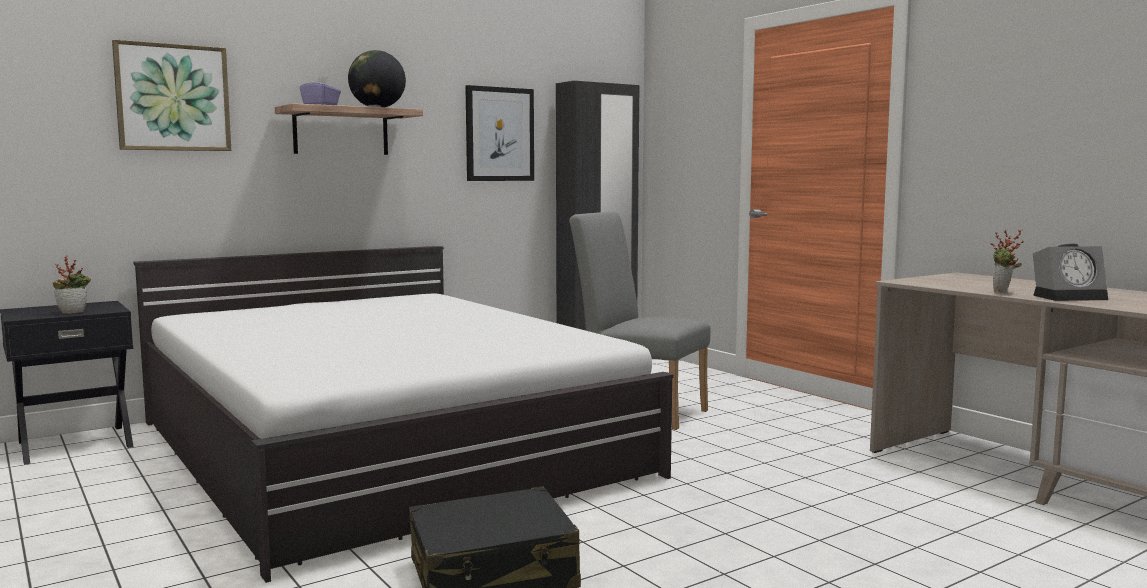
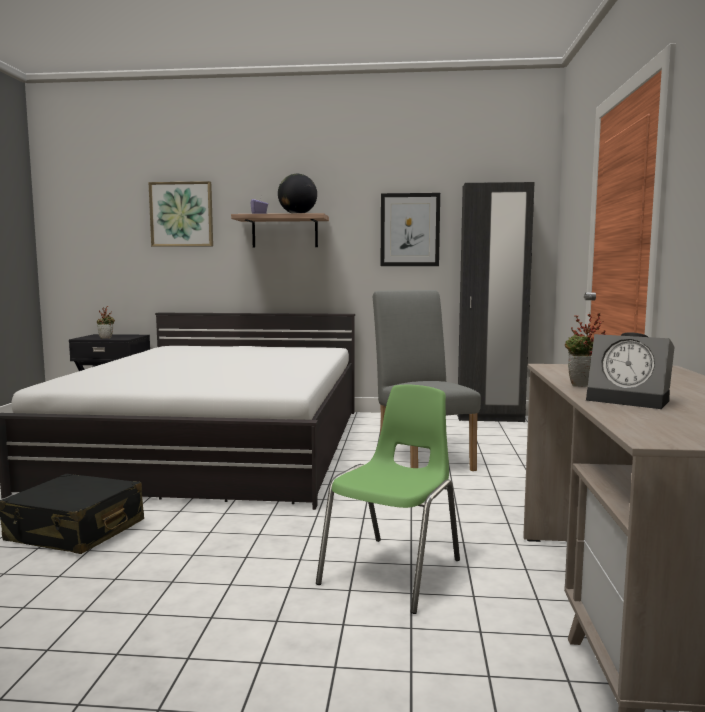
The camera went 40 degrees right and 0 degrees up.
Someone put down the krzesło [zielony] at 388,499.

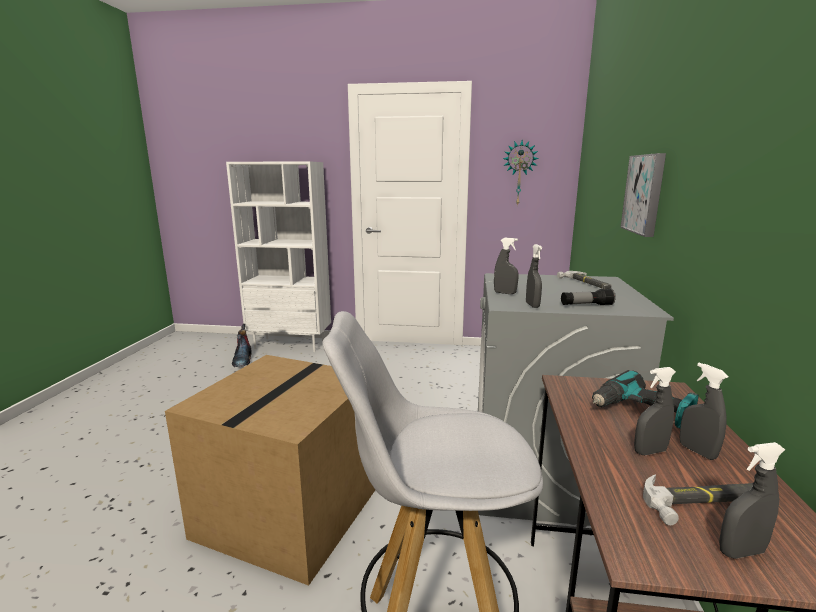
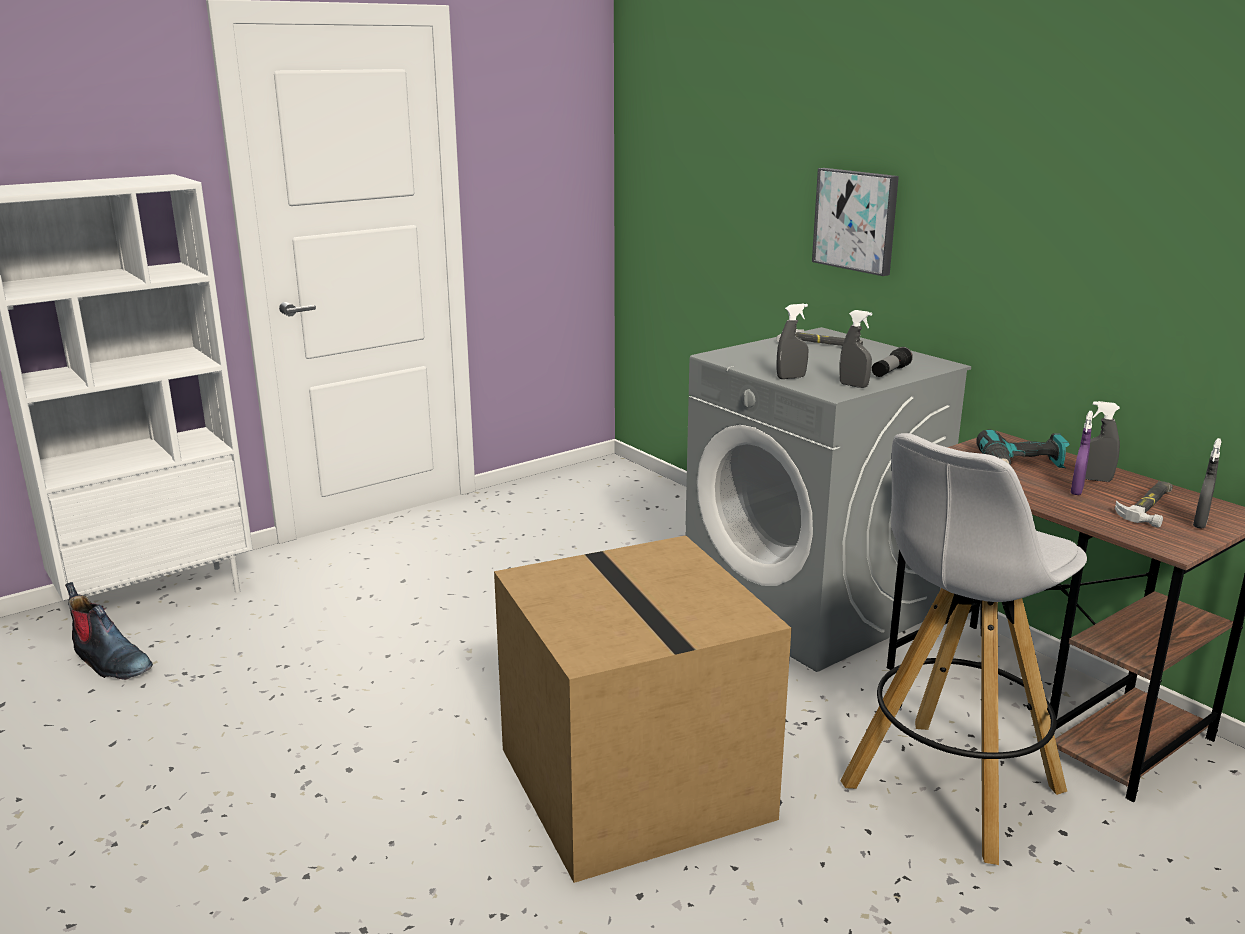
The camera went 45 degrees left and 5 degrees up.
Someone took away the zegar ścienny at 521,173.
Someone repainted the spryskiwacz [szary] at 655,411, which became the spryskiwacz [fioletowy] at 1081,453.

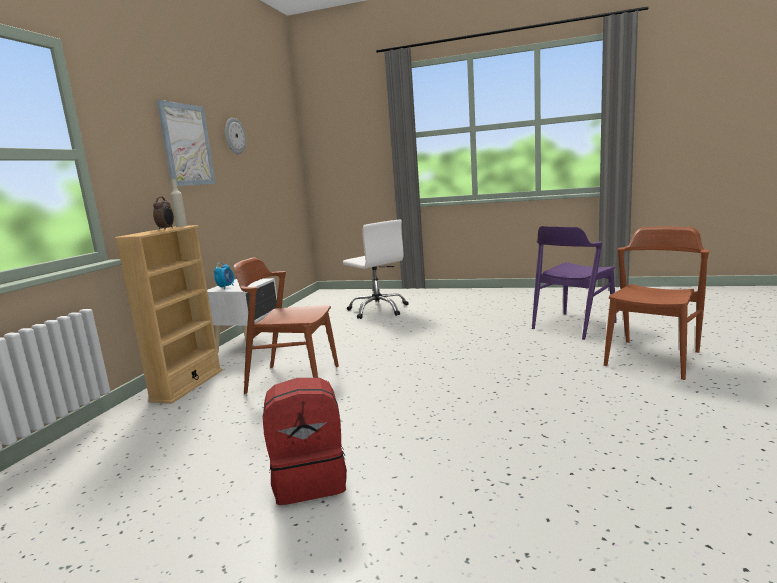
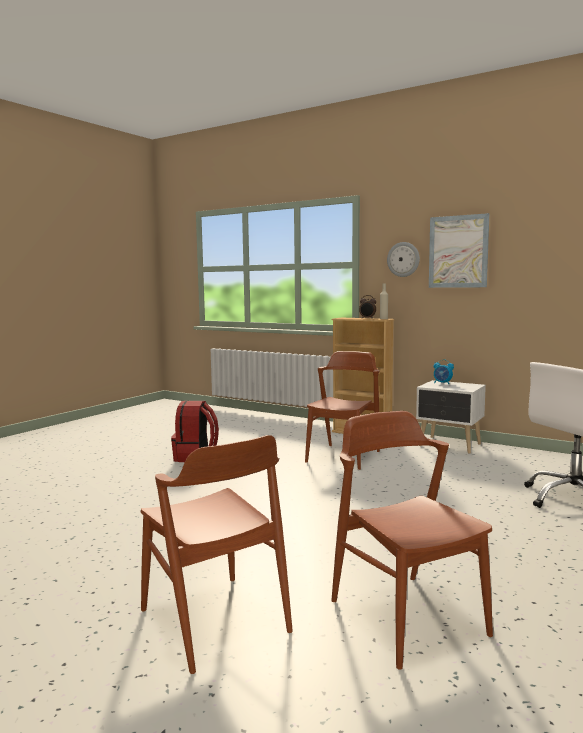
The camera went 105 degrees right and 5 degrees down.
Someone carried the zegar ścienny from 235,136 to 403,259.
Someone repainted the krzesło [fioletowy] at 574,283, which became the krzesło [brązowy] at 412,540.

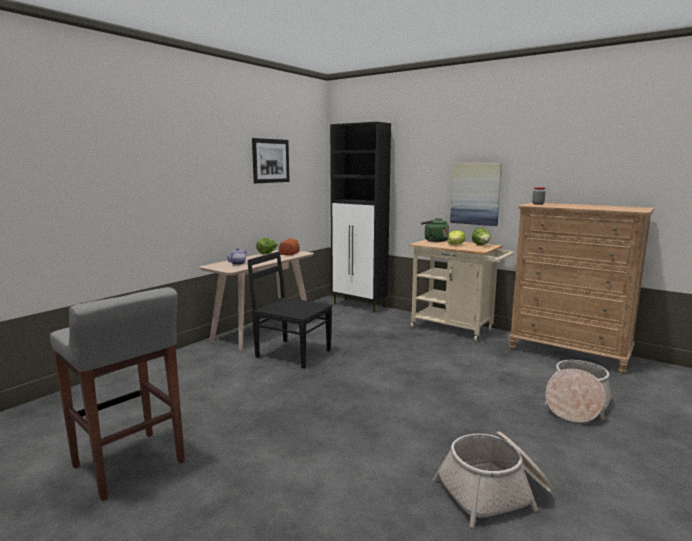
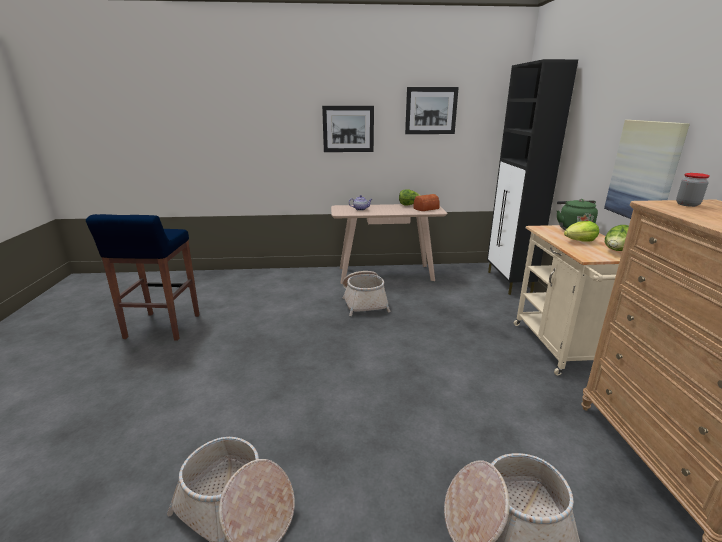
The camera went 50 degrees right and 10 degrees up.
Someone put up the obraz at 348,129.
Someone swapped the krzesło [czarny] at 289,310 for the koszyk at 366,293.
Someone repainted the stołek [szary] at 117,394, which became the stołek [niebieski] at 143,277.

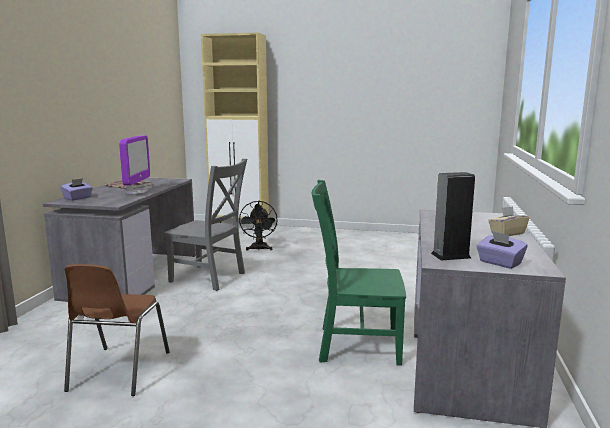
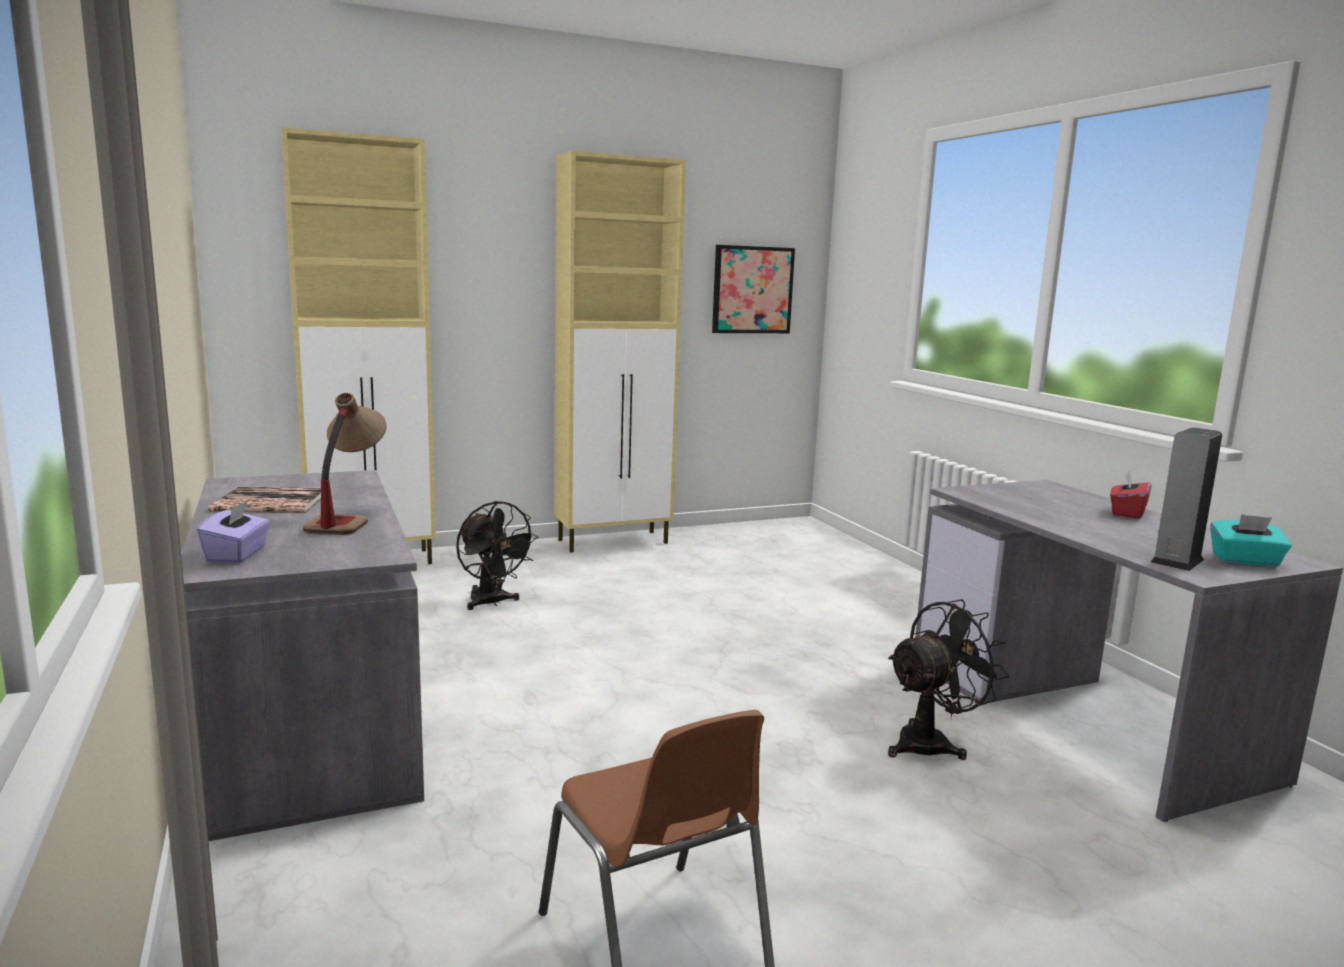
The camera went 35 degrees left and 0 degrees up.
Someone took away the krzesło [szary] at 205,225.
Someone put down the szafka [beżowy] at 620,351.
Someone put up the obraz at 753,289.
Someone swapped the monitor at 134,164 for the lampa stołowa at 345,464.
Someone swapped the krzesło [zielony] at 359,273 for the wentylator [czarny] at 948,679.
Someone repainted the pudełko chusteczek [fioletowy] at 501,250, which became the pudełko chusteczek [turkusowy] at 1251,540.
Someone repainted the pudełko chusteczek [beżowy] at 508,221, which became the pudełko chusteczek [czerwony] at 1131,495.

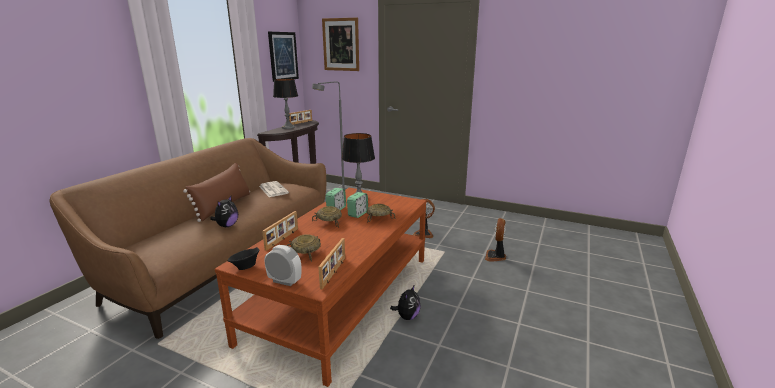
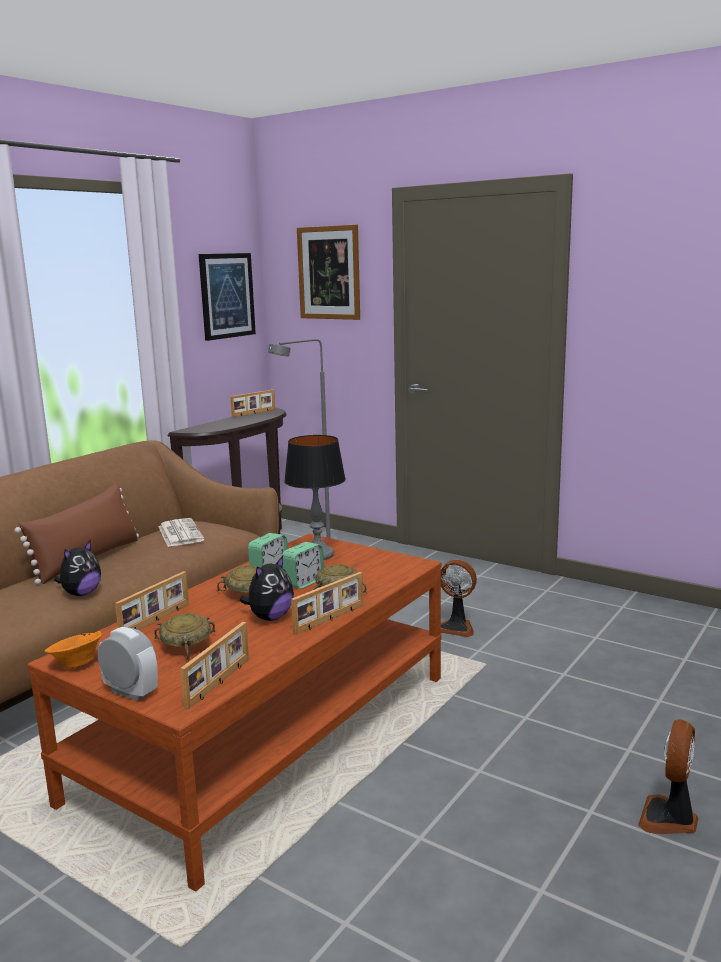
The camera went 10 degrees right and 5 degrees down.
Someone took away the lampa stołowa at 285,104.
Someone put down the ramka na zdjęcie at 327,603.
Someone carried the pluszak from 405,303 to 267,588.
Someone carried the wentylator from 495,240 to 668,776.
Someone repainted the miska [czarny] at 243,258, which became the miska [pomarańczowy] at 73,649.

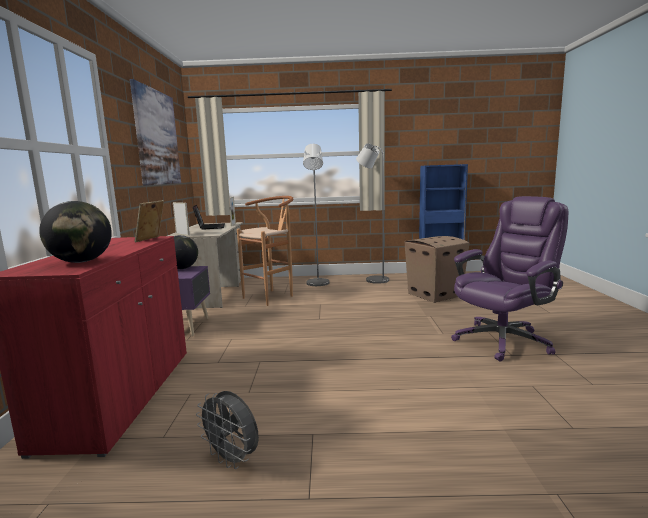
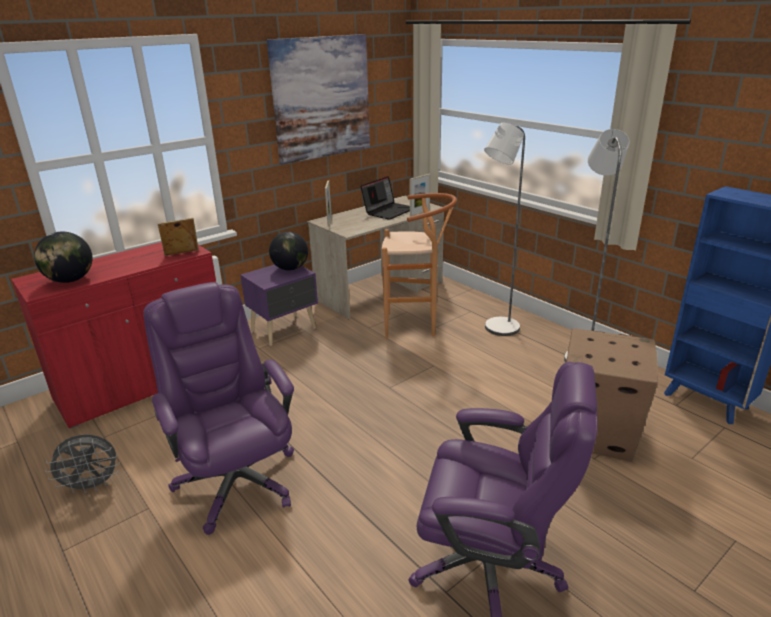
The camera went 50 degrees right and 15 degrees up.
Someone put down the krzesło biurowe [fioletowy] at 218,408.
Someone rotated the wentylator [szary] at 227,430 by 105 degrees counterclockwise.

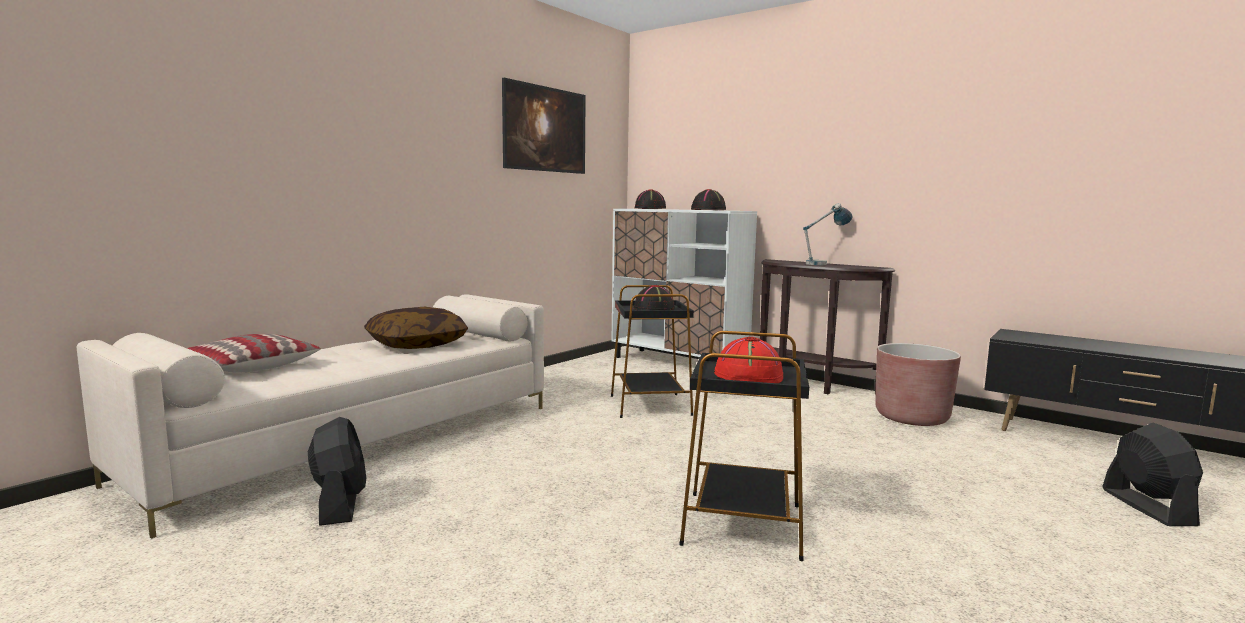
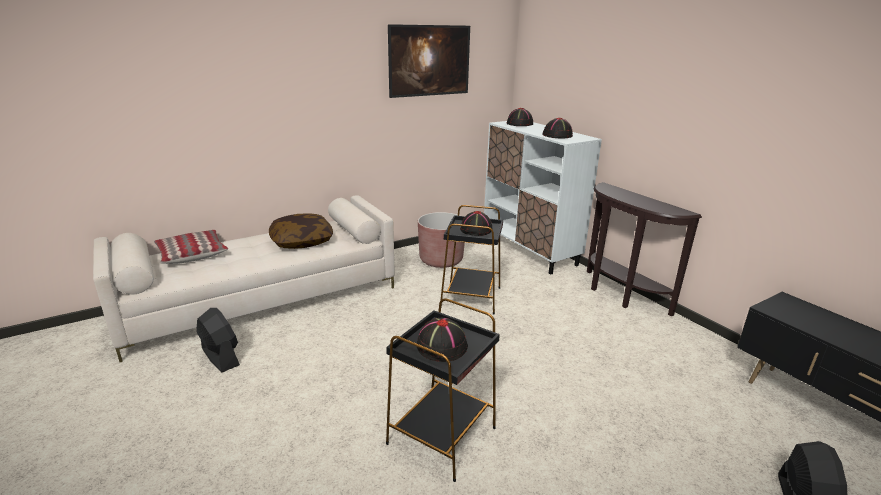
The camera went 20 degrees right and 15 degrees up.
Someone took away the lampa stołowa at 828,234.
Someone carried the donica [brązowy] from 918,384 to 441,240.
Someone repainted the kapelusz [czerwony] at 748,360, which became the kapelusz [czarny] at 442,339.
Someone rotated the wentylator [czarny] at 337,471 by 45 degrees counterclockwise.

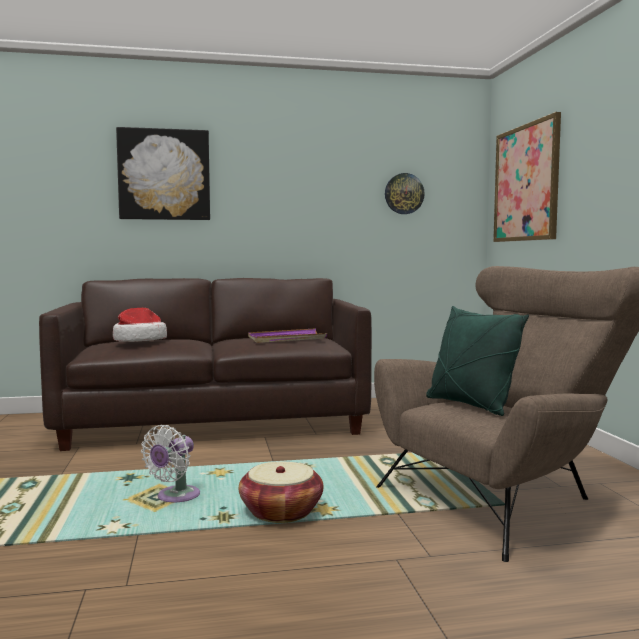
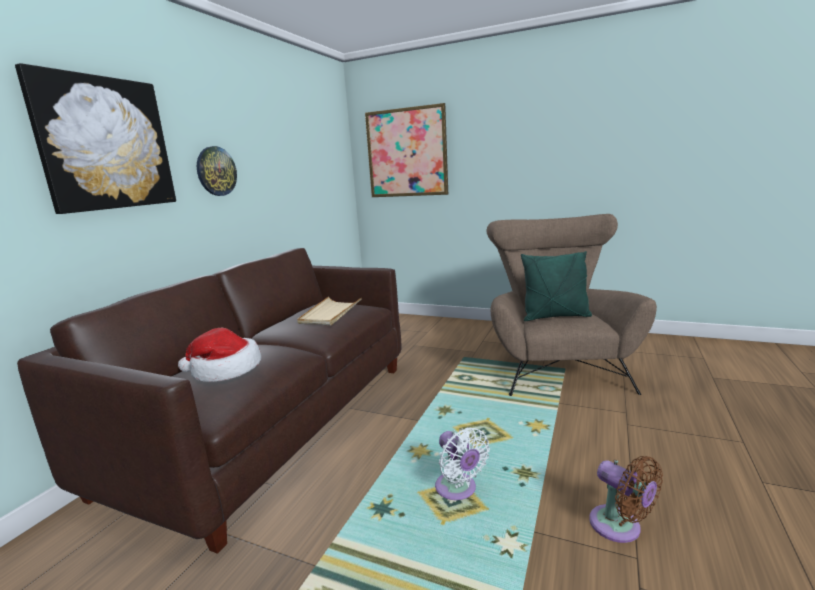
The camera went 55 degrees left and 10 degrees up.
Someone took away the koszyk at 281,492.
Someone put down the wentylator [brązowy] at 626,499.
Someone carried the zegar ścienny from 405,193 to 217,171.
Someone repainted the taca [fioletowy] at 287,335, which became the taca [beżowy] at 329,311.

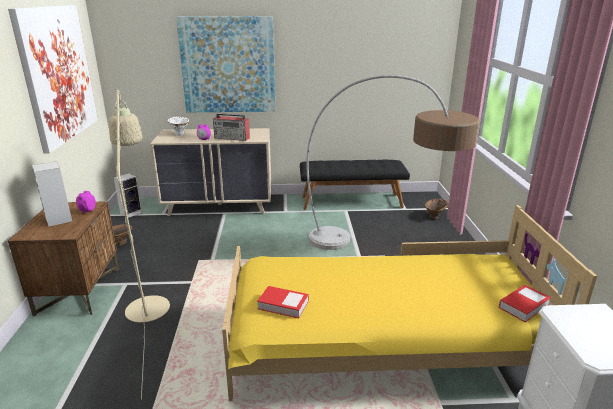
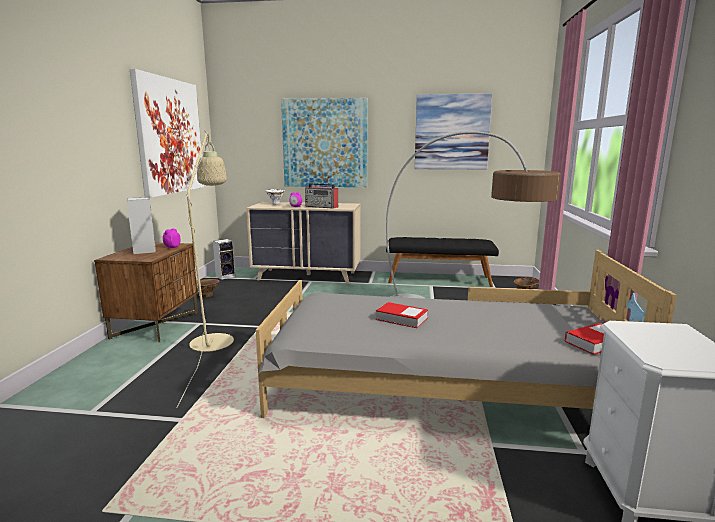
The camera went 10 degrees right and 10 degrees down.
Someone put up the obraz at 453,131.
Someone carried the książka from 283,302 to 402,315.
Someone repainted the łóżko [żółty] at 409,303, which became the łóżko [szary] at 466,334.

